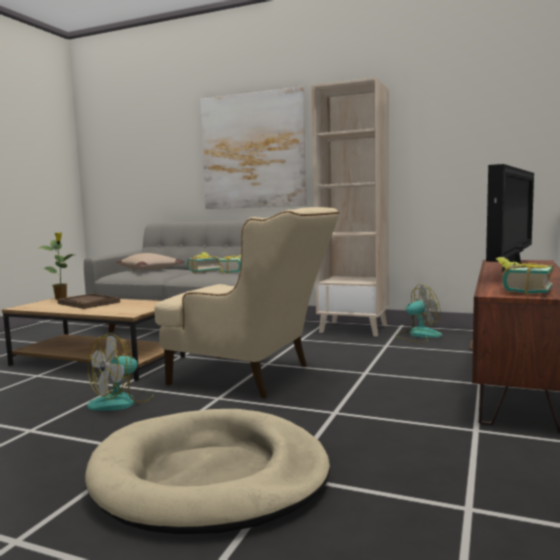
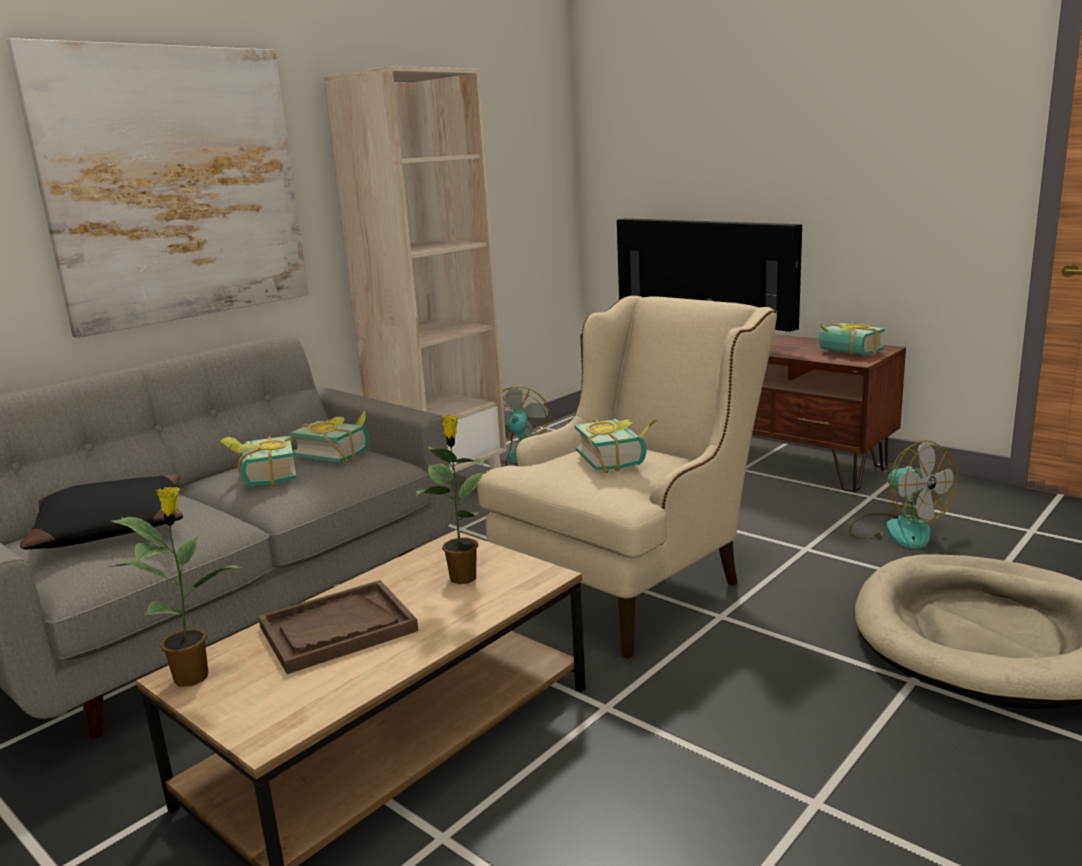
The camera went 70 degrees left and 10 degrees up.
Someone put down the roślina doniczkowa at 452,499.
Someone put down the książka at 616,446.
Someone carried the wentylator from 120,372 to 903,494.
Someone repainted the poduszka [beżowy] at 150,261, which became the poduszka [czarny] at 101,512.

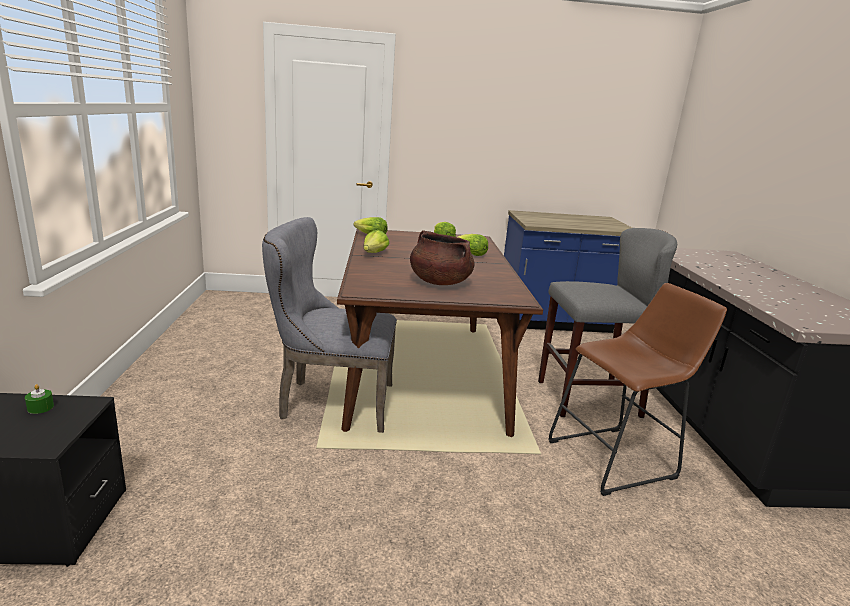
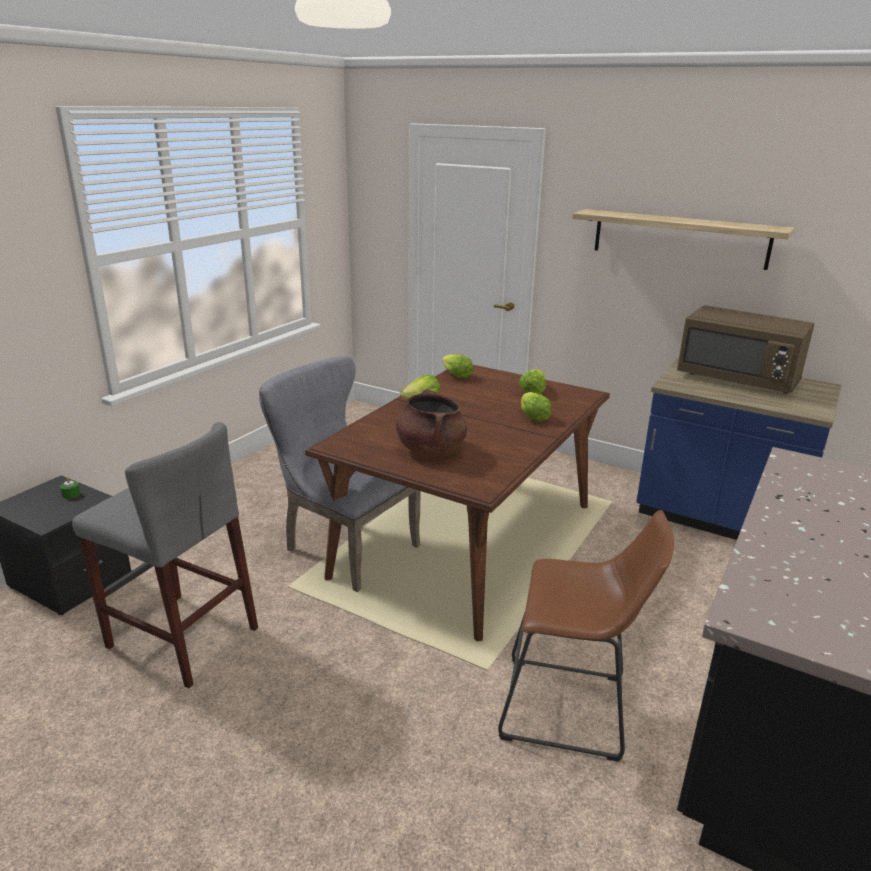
The camera went 35 degrees right and 5 degrees up.
Someone put up the półka at 683,239.
Someone put down the mikrofalówka [brązowy] at 745,349.
Someone carried the stołek [szary] from 607,323 to 165,555.

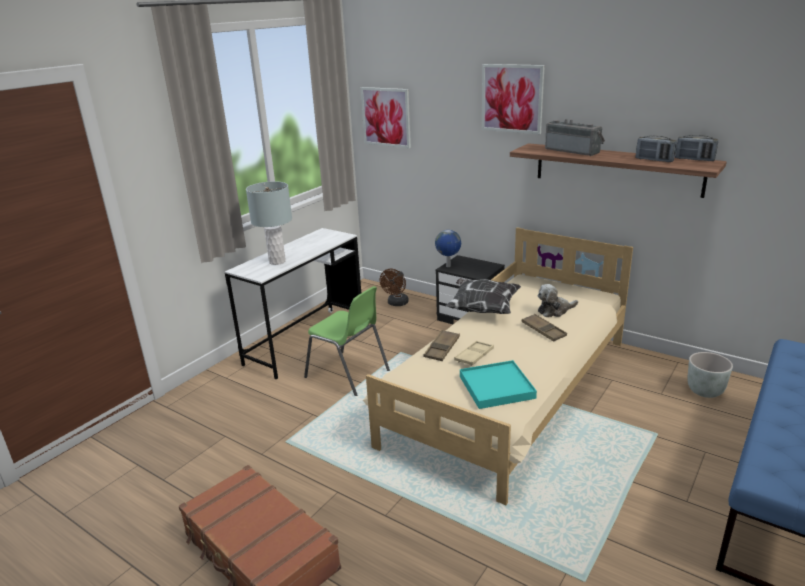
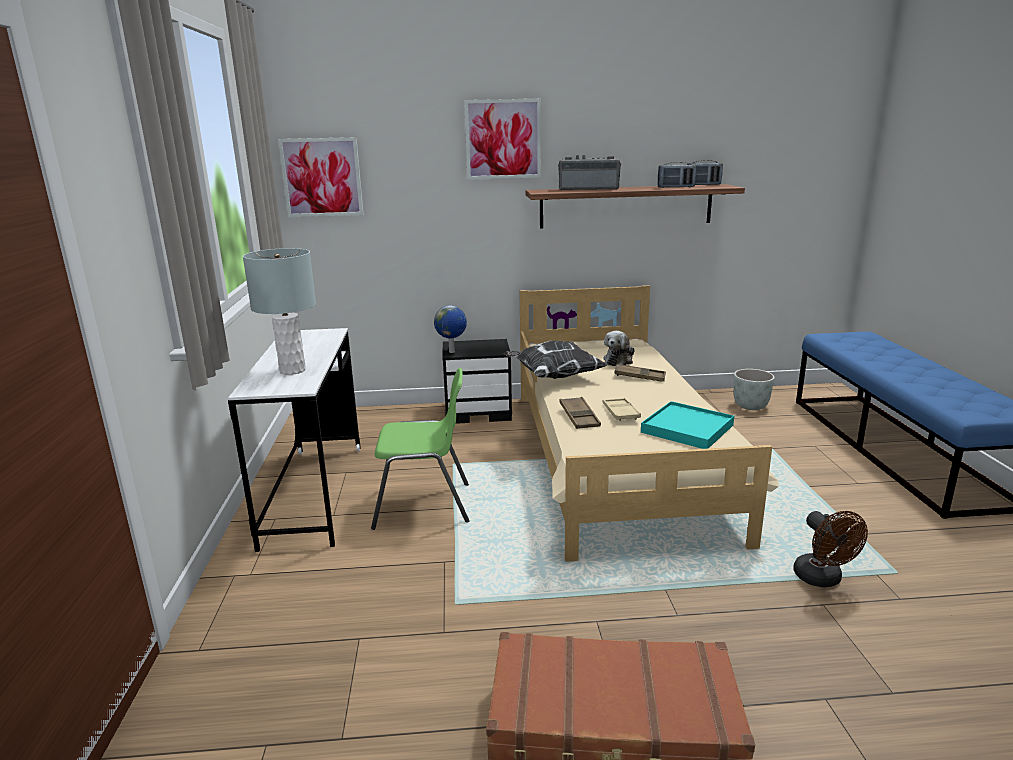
The camera went 40 degrees left and 5 degrees down.
Someone carried the wentylator [brązowy] from 394,287 to 830,549.

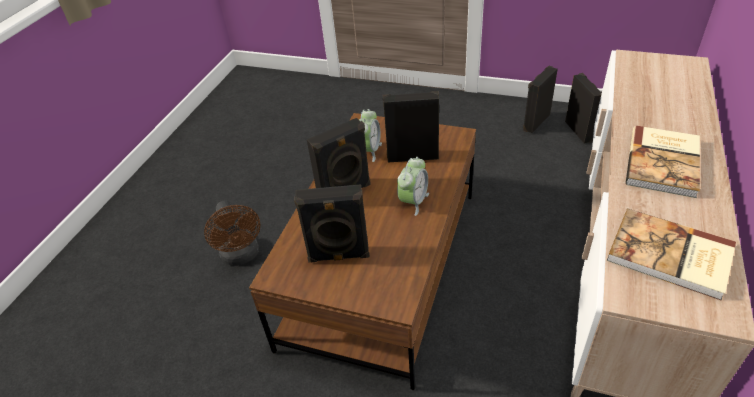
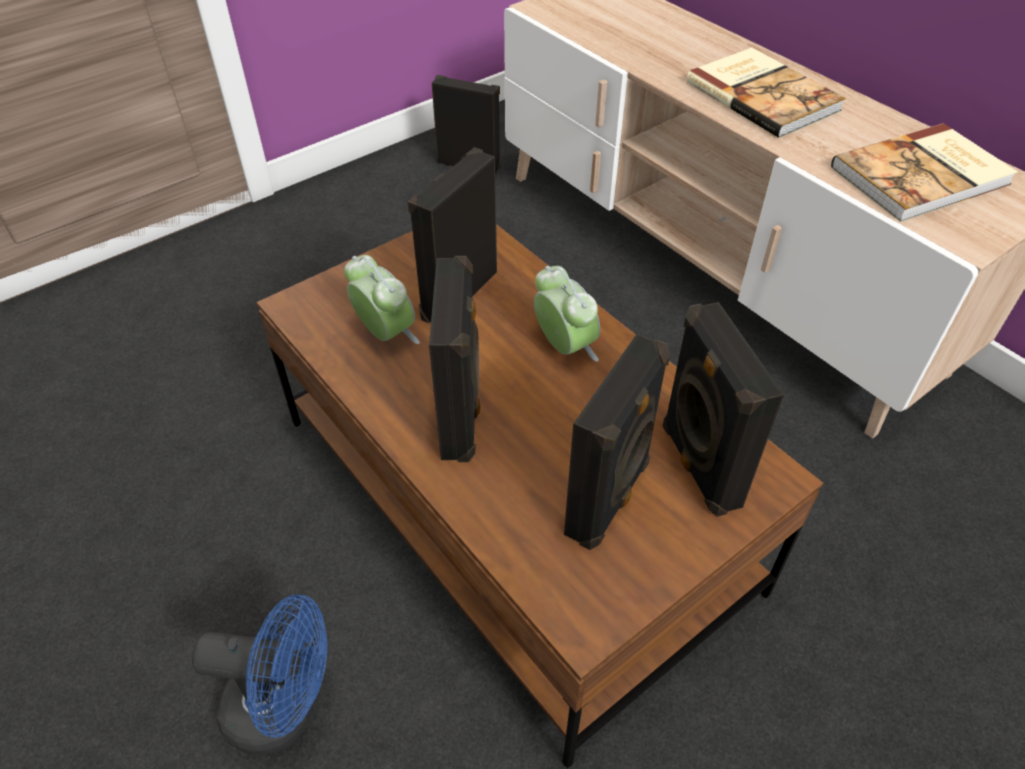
The camera went 60 degrees left and 5 degrees up.
Someone carried the głośnik [czarny] from 540,99 to 723,409.
Someone repainted the wentylator [brązowy] at 232,233, which became the wentylator [niebieski] at 259,674.

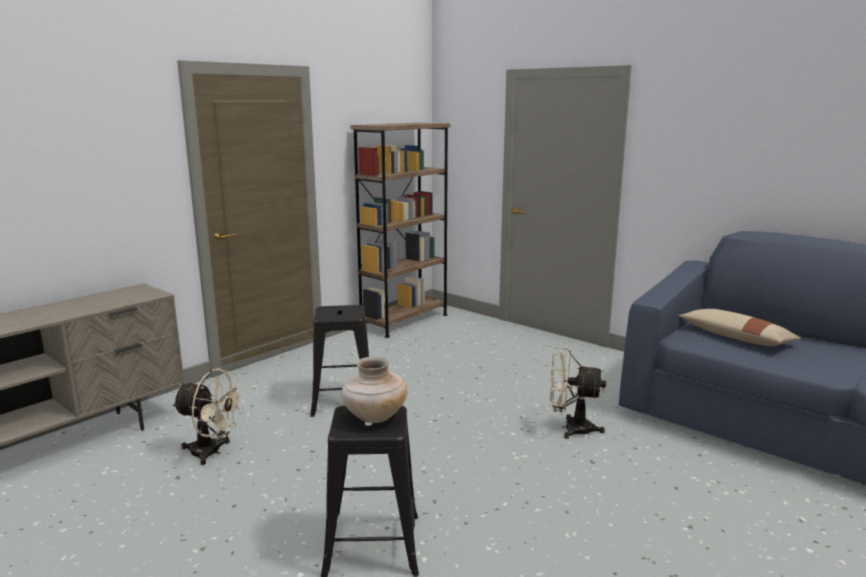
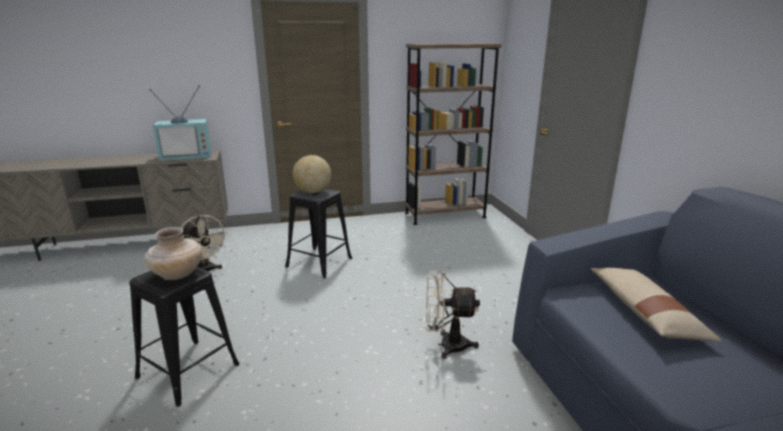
The camera went 35 degrees right and 5 degrees up.
Someone put down the telewizor at 180,123.
Someone put down the globus at 312,174.
Someone rotated the wentylator [beżowy] at 577,393 by 45 degrees counterclockwise.

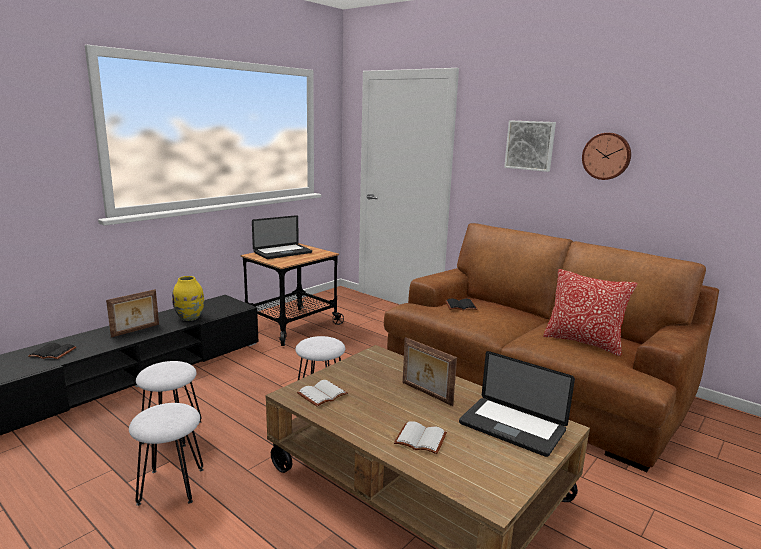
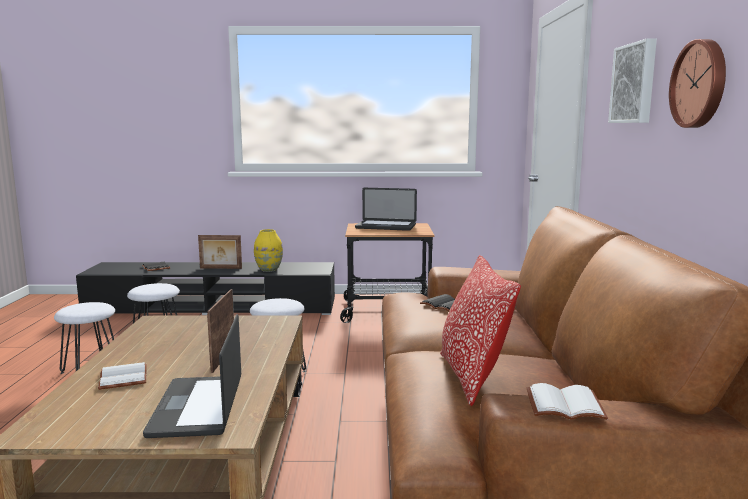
The camera went 50 degrees right and 5 degrees down.
Someone carried the książka [biały] from 322,393 to 567,401.

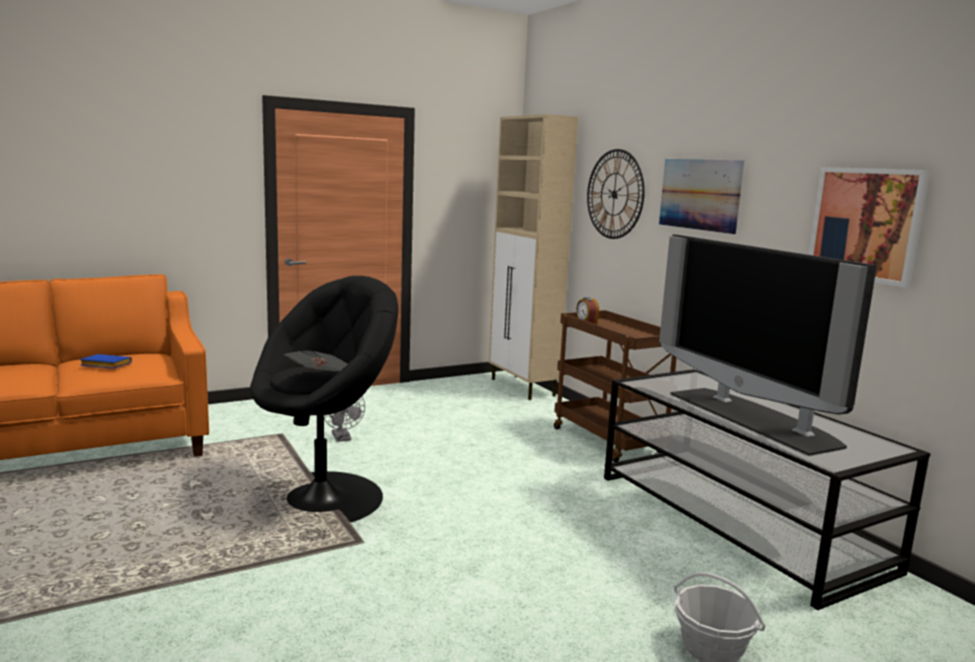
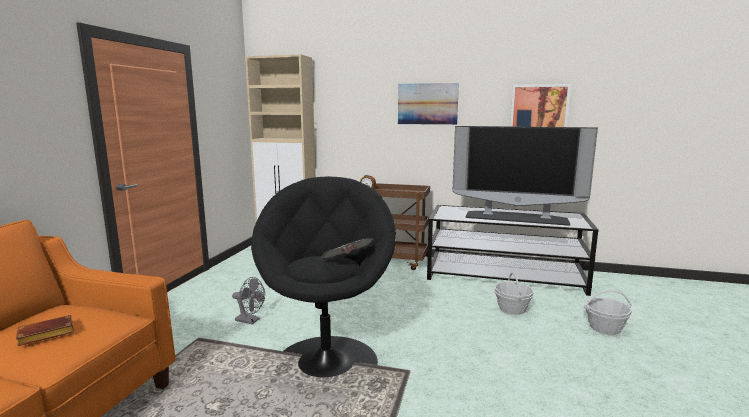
The camera went 45 degrees left and 0 degrees up.
Someone took away the zegar ścienny at 616,194.
Someone put down the koszyk at 514,293.
Someone repainted the książka [niebieski] at 106,361, which became the książka [brązowy] at 45,330.

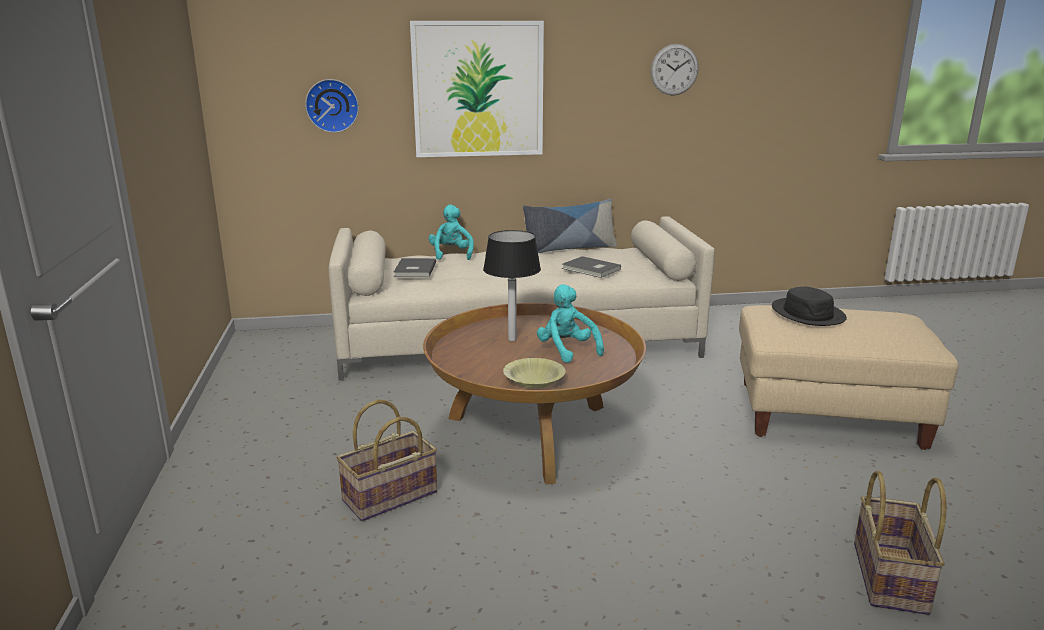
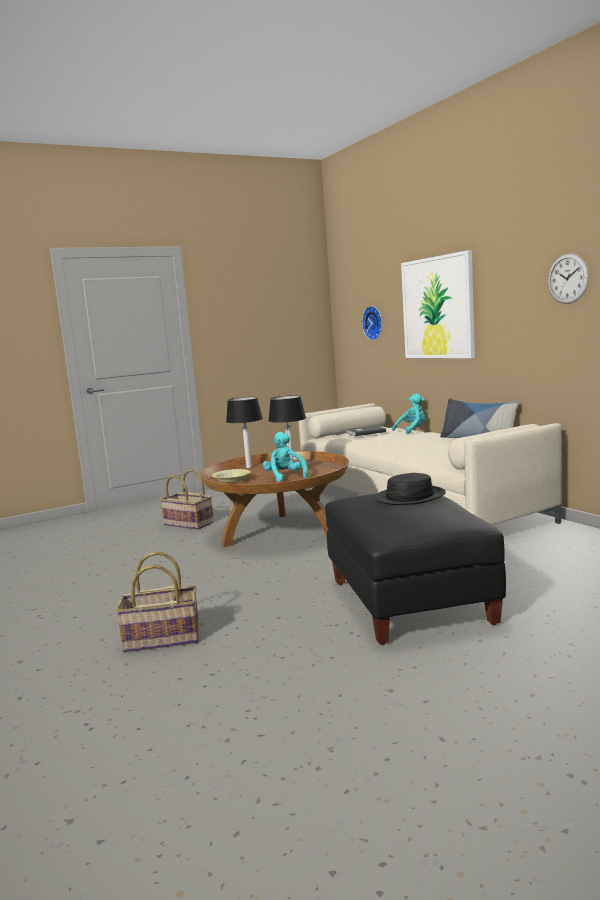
The camera went 70 degrees right and 10 degrees down.
Someone took away the książka [szary] at 591,267.
Someone put down the lampa stołowa at 244,432.
Someone repainted the pufa [beżowy] at 849,377, which became the pufa [czarny] at 415,569.
Someone rotated the pluszak [turkusowy] at 570,323 by 60 degrees counterclockwise.

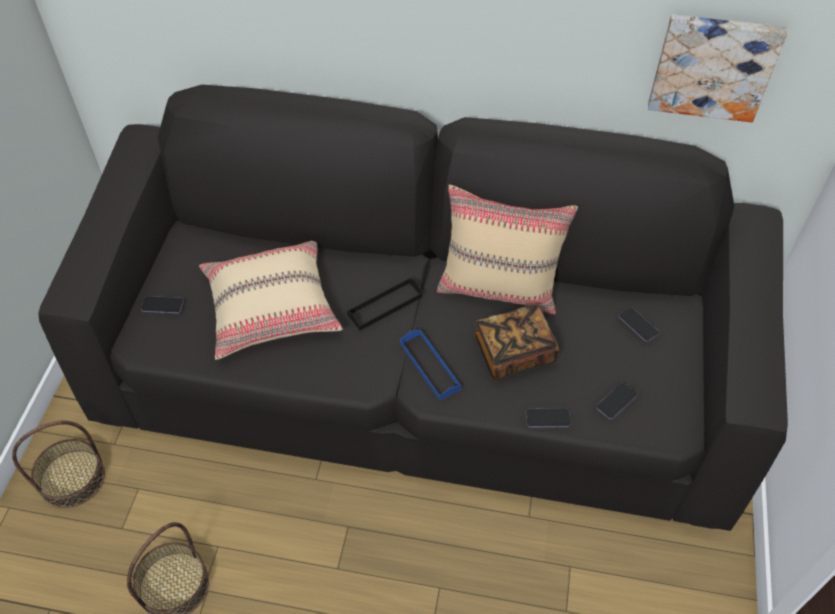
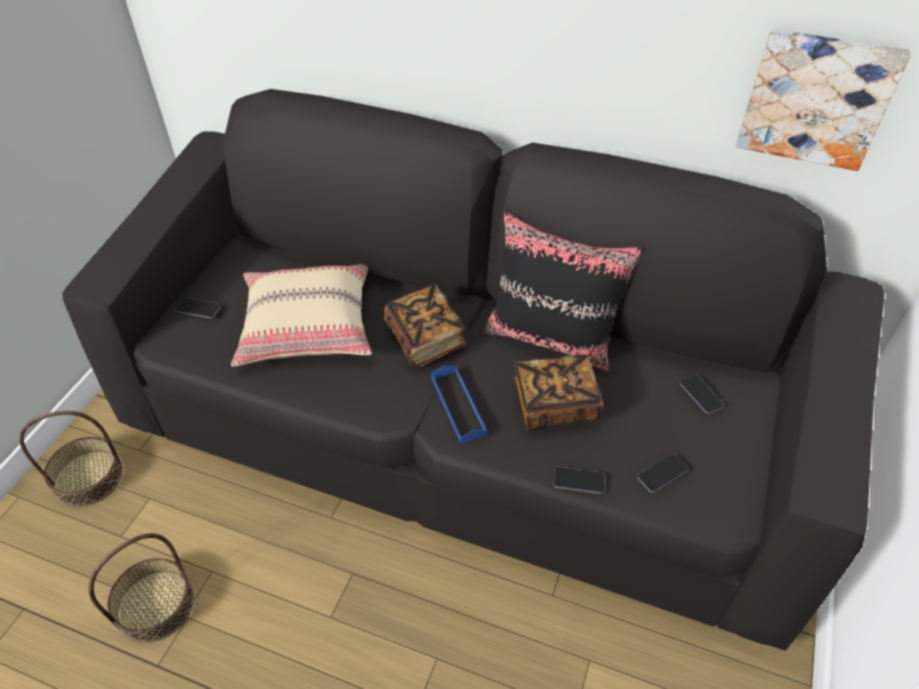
The camera went 10 degrees right and 5 degrees down.
Someone swapped the taca [czarny] at 385,304 for the książka at 425,326.
Someone repainted the poduszka [beżowy] at 507,250, which became the poduszka [czarny] at 564,292.

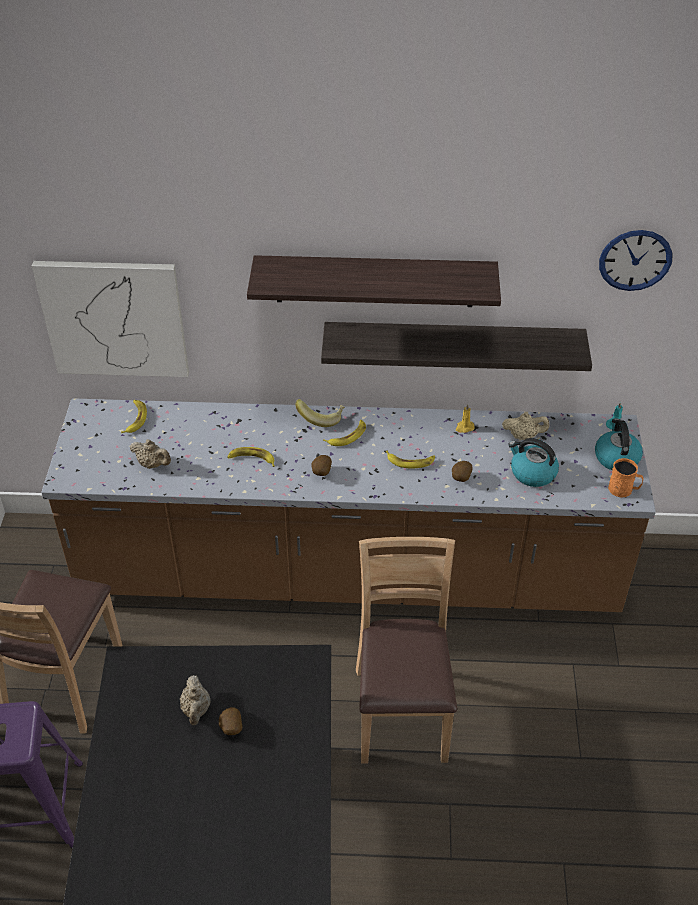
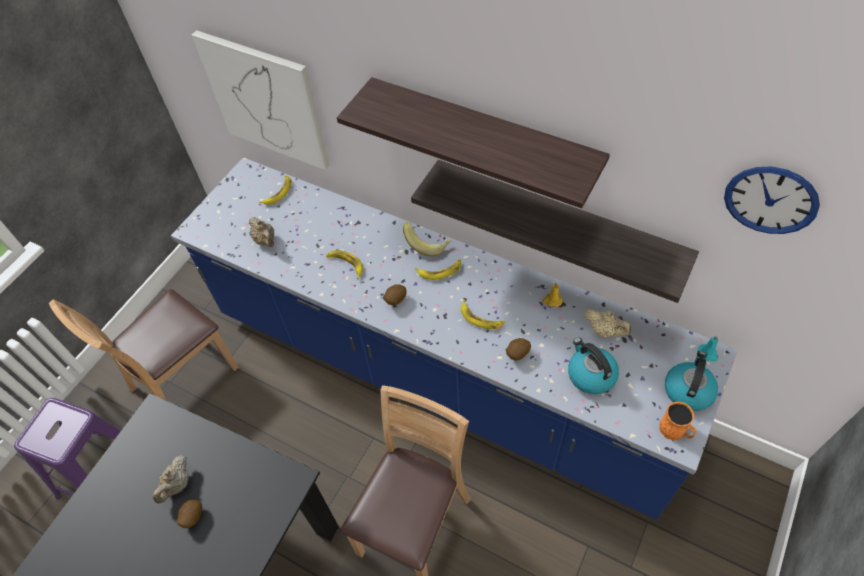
The camera went 30 degrees right and 10 degrees up.
Someone repainted the zabudowa kuchenna [brązowy] at 348,505, which became the zabudowa kuchenna [niebieski] at 454,338.

